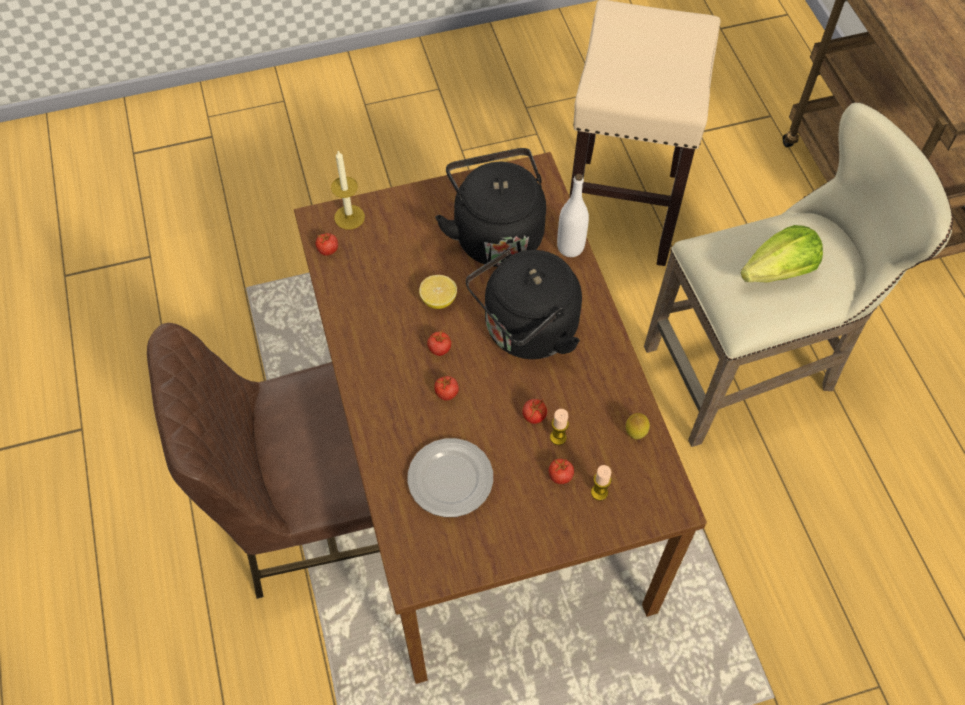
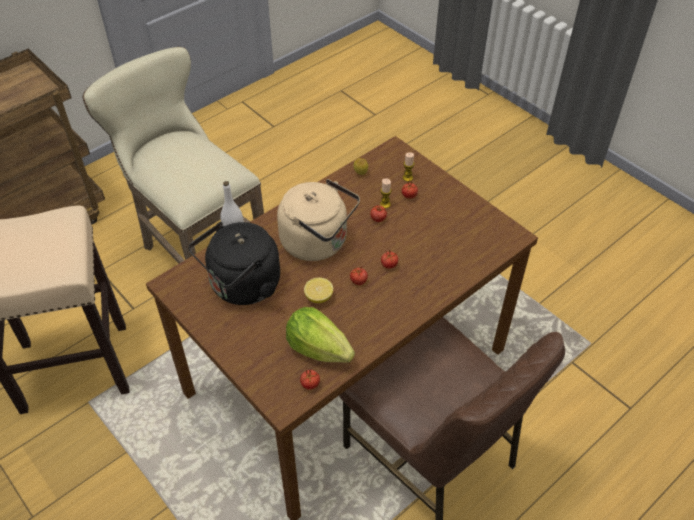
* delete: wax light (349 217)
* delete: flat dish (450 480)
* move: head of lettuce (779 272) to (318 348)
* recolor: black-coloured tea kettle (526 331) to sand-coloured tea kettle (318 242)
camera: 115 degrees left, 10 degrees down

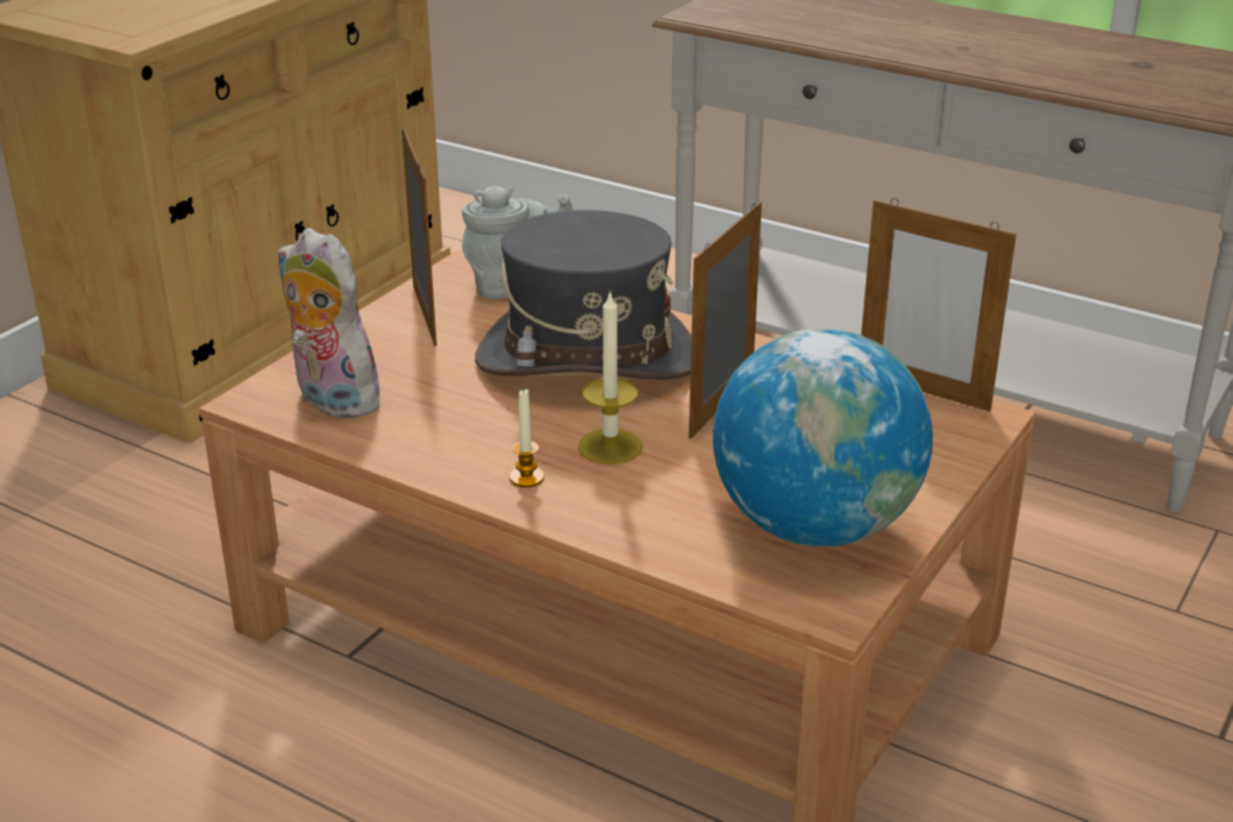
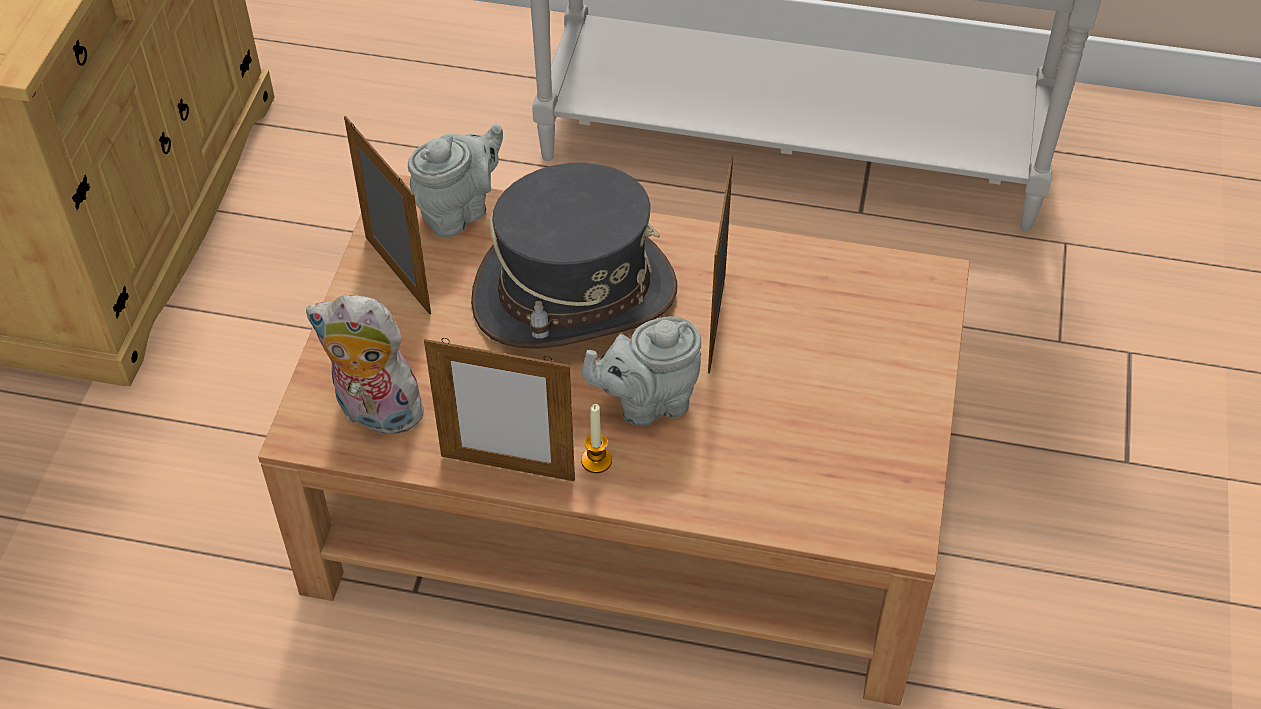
* delete: desk globe (815 526)
* move: picture frame (923 391) to (507 467)
* replace: wax light (610 446) to greyish tea pot (647 402)
camera: 20 degrees left, 20 degrees up

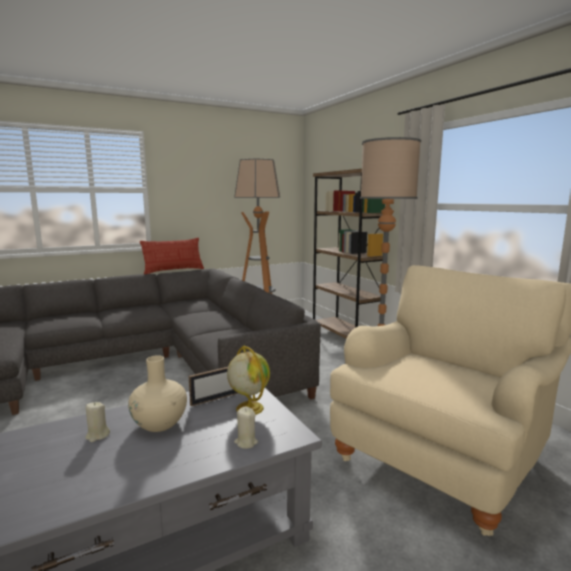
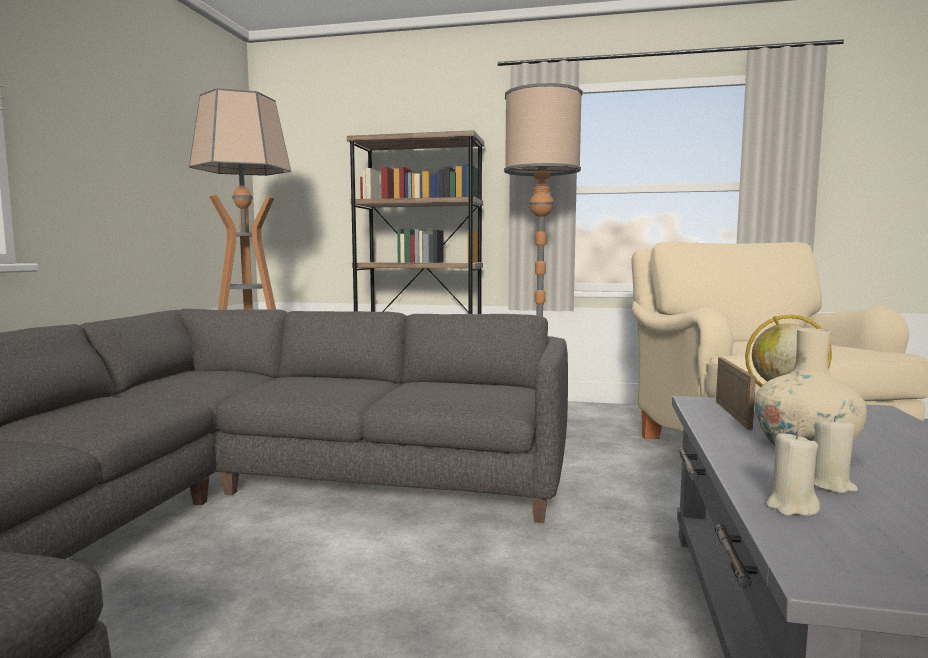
* delete: cushion (173 271)
* move: sand-coloured wax light (246 442) to (791 507)
camera: 50 degrees left, 5 degrees down

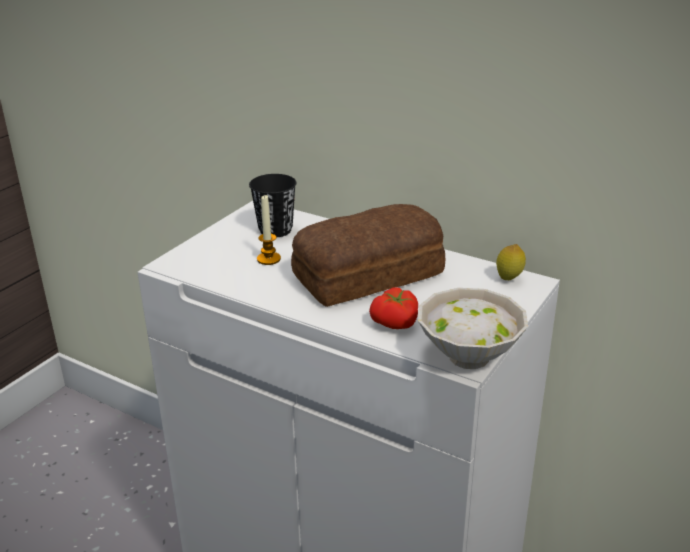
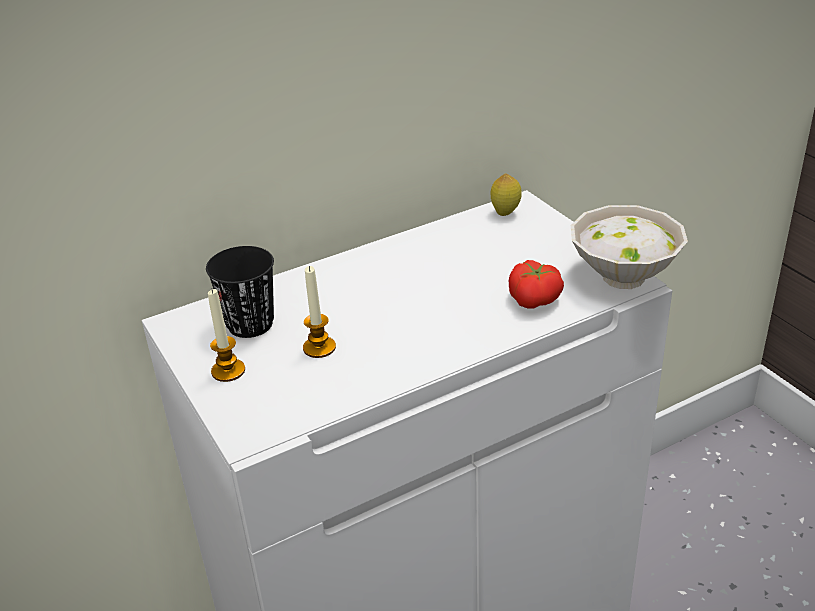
* delete: baked bread (371 275)
* insert: wax light (228 371)
camera: 60 degrees left, 5 degrees up

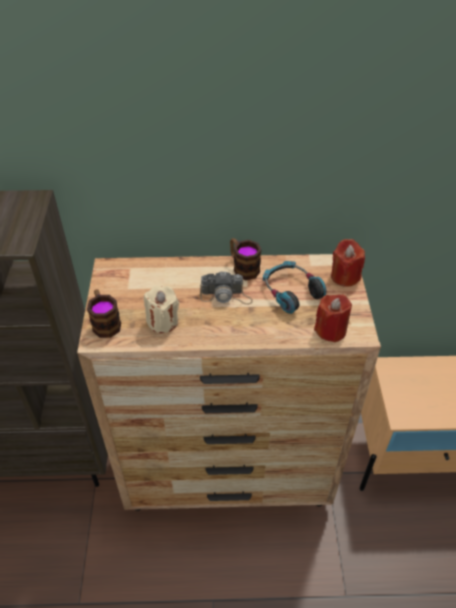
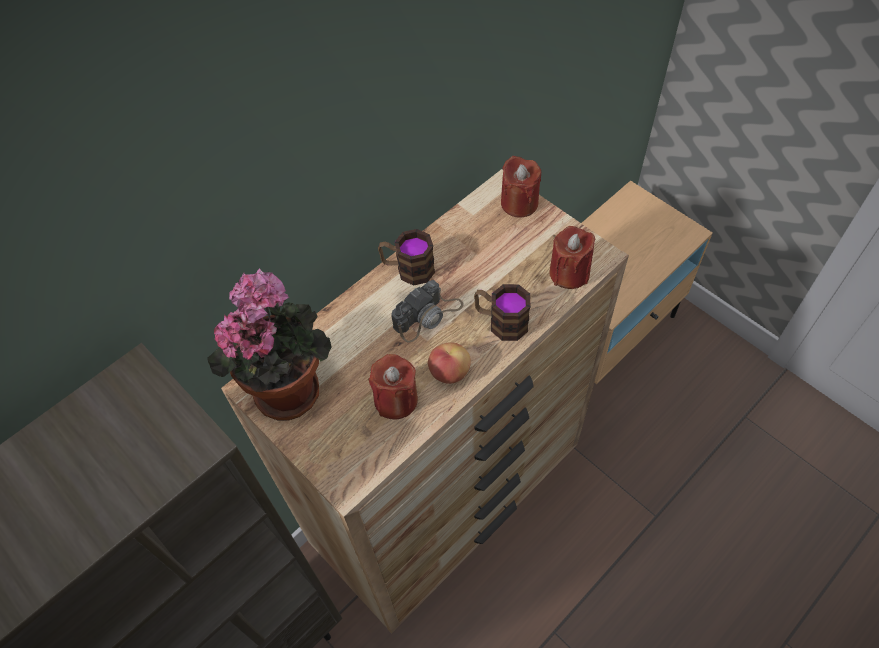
* delete: pair of headphones (291 291)
* insert: plant in a pot (289 386)
* insert: apple fruit (449 372)
* move: mug (105 322) to (501 322)
* recolor: sand-coloured wax light (163 321) to reddish wax light (396 400)
camera: 40 degrees left, 10 degrees up

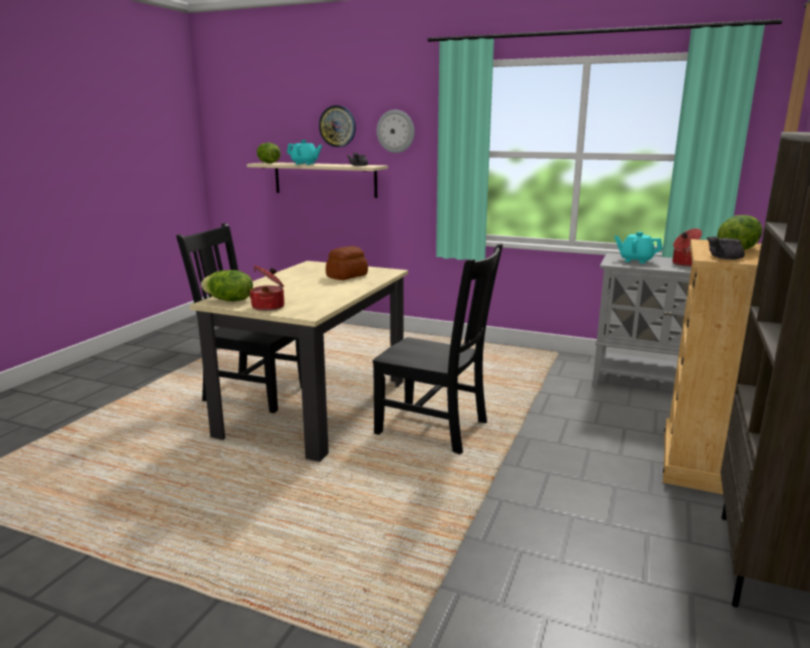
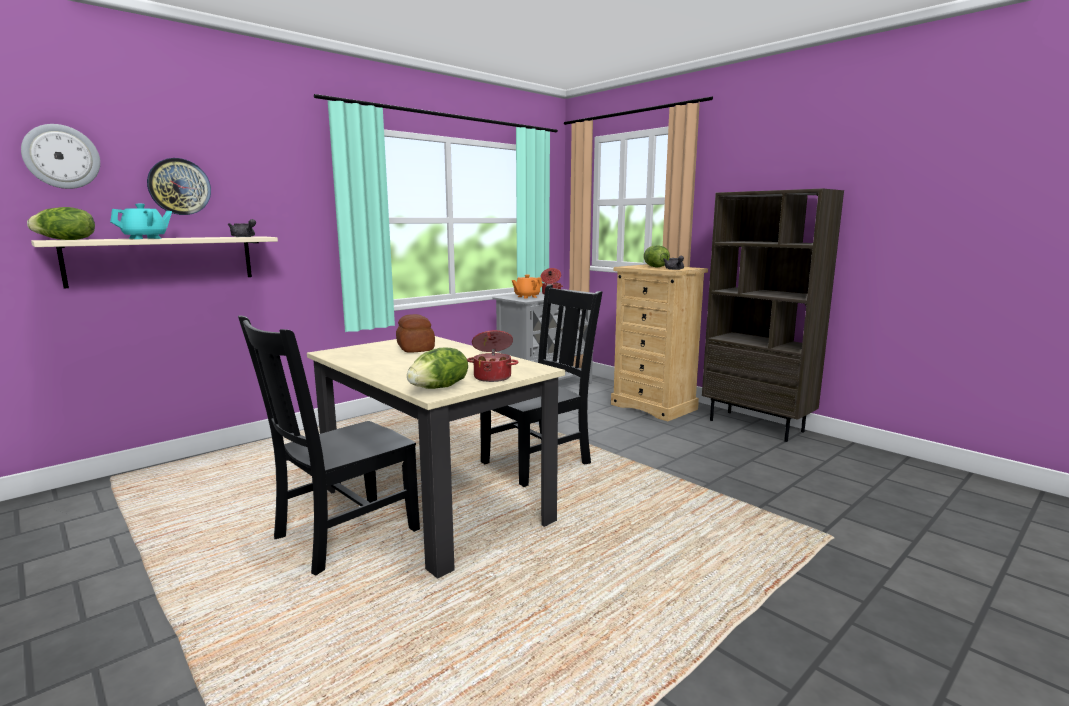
* move: clock on the wall (396 131) to (61 157)
* recolor: turquoise tea pot (636 260) to orange-coloured tea pot (527 297)
camera: 65 degrees left, 5 degrees down

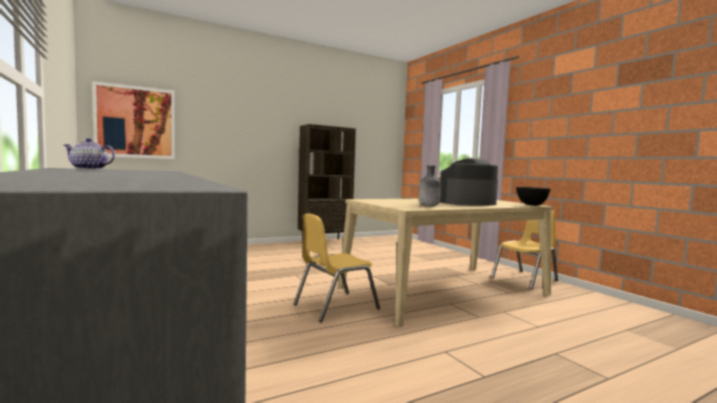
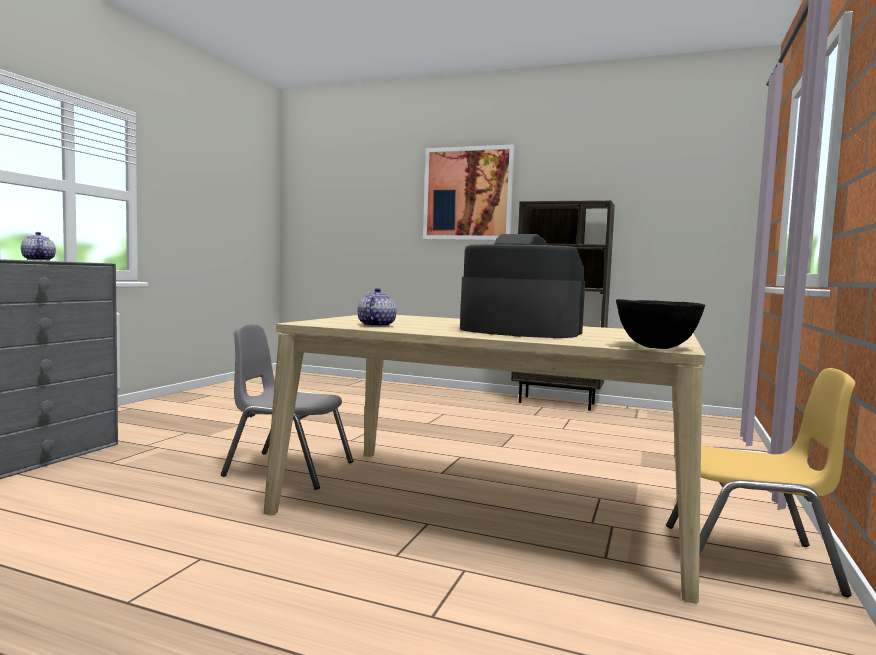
* move: picture (135 122) to (468 193)
* replace: greyish beverage bottle (429 206) to tea pot (376 325)
* recolor: yellow chair (335 306) to greyish chair (288 469)
camera: 50 degrees right, 0 degrees up

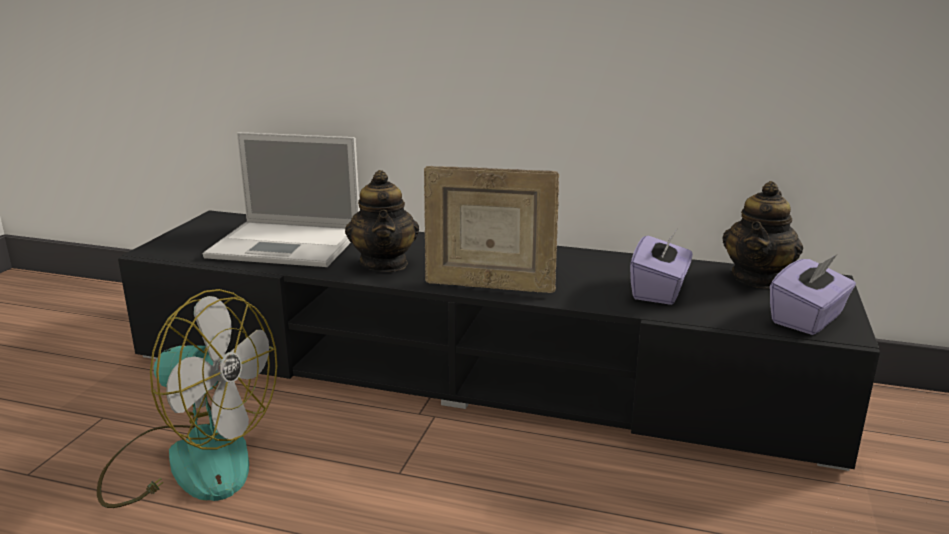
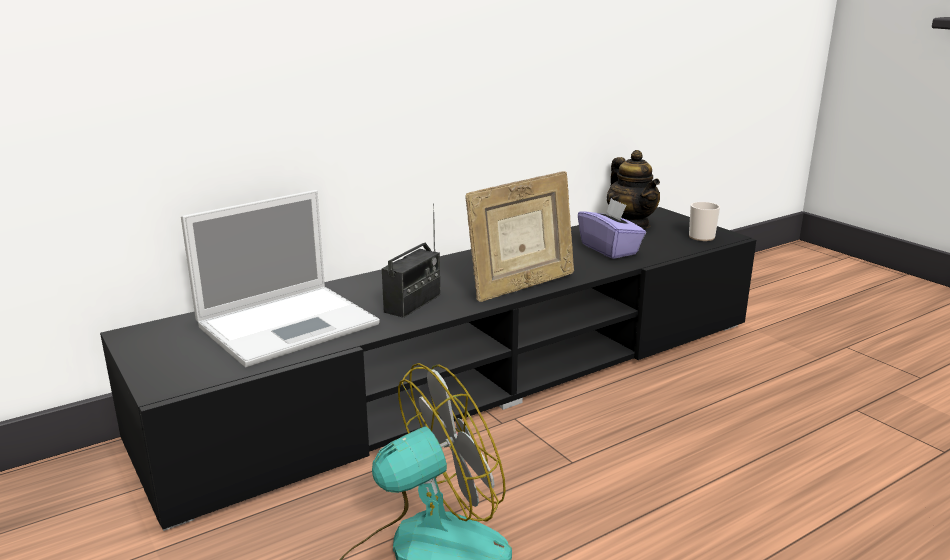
* replace: tea pot (384 263) to radio set (413 303)
* replace: purplish tissue holder (808 319) to mug (700 236)
camera: 50 degrees left, 0 degrees up

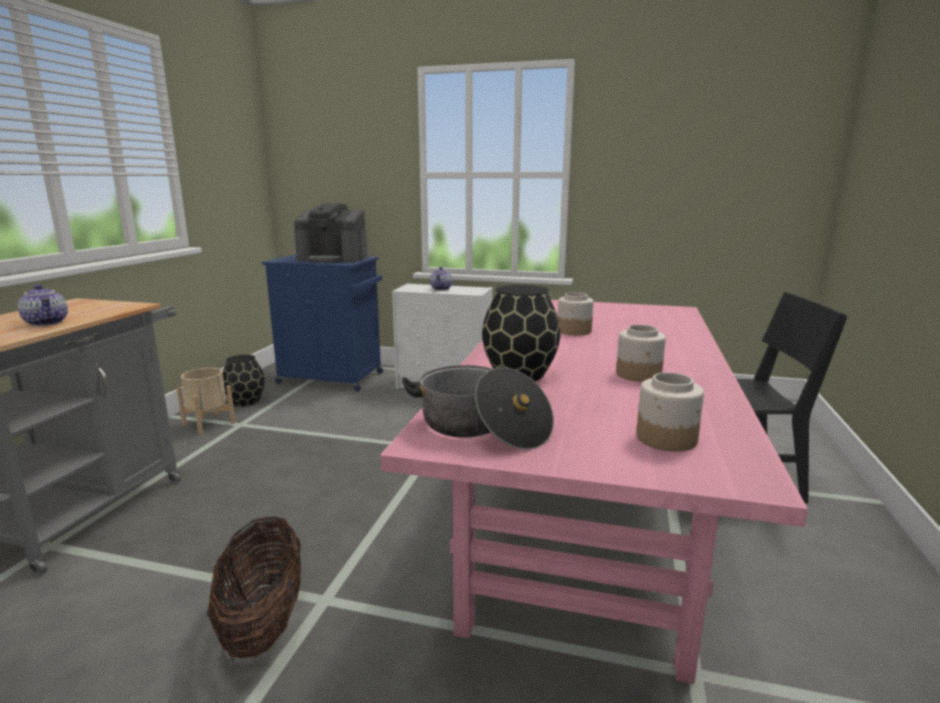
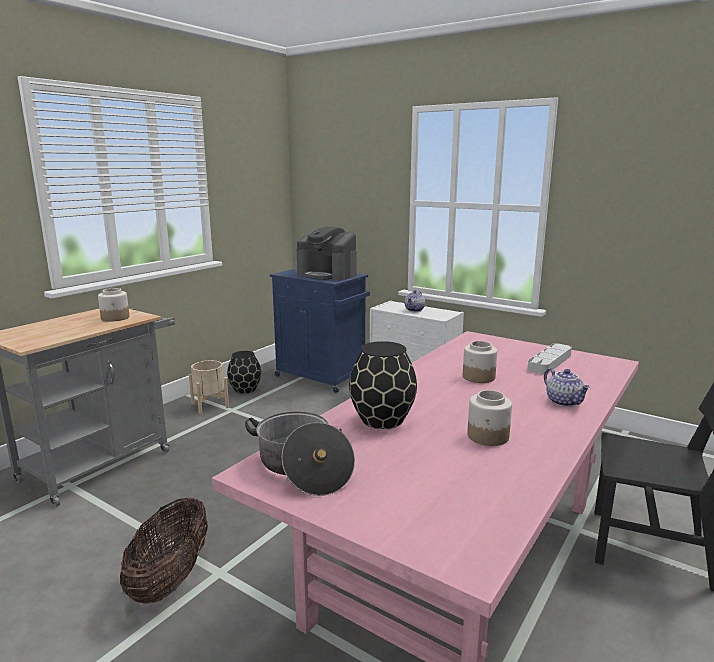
* insert: greyish serving tray (549 362)
* move: tea pot (48 323) to (564 402)
* move: preserve jar (667 438) to (115 318)
camera: 20 degrees right, 0 degrees up

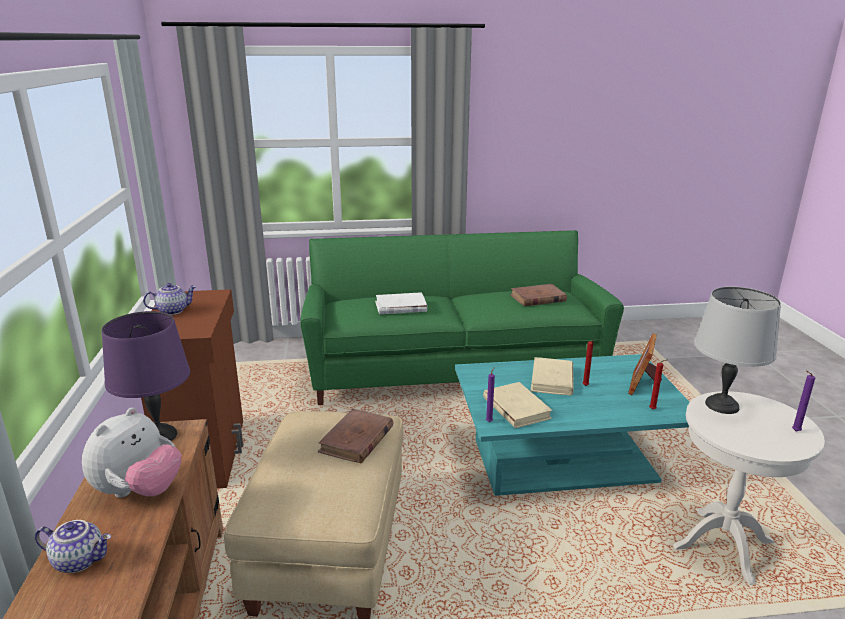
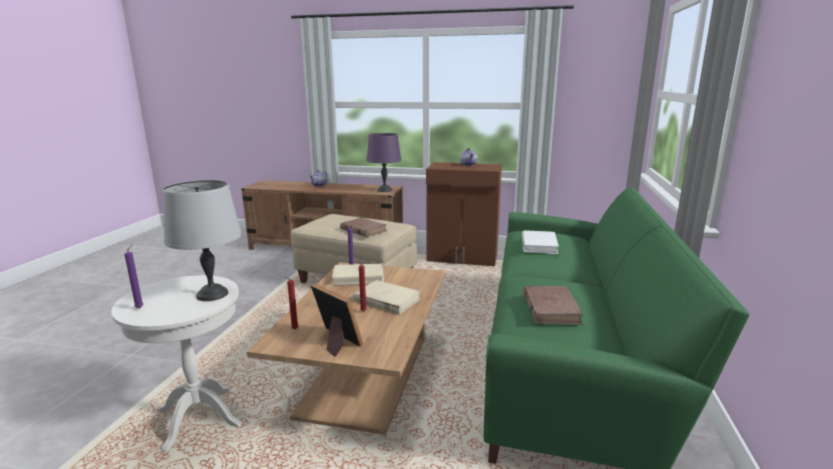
* delete: soft toy (139 491)
* recolor: turquoise low table (563 461) to brownish low table (366 375)
camera: 110 degrees right, 5 degrees down

